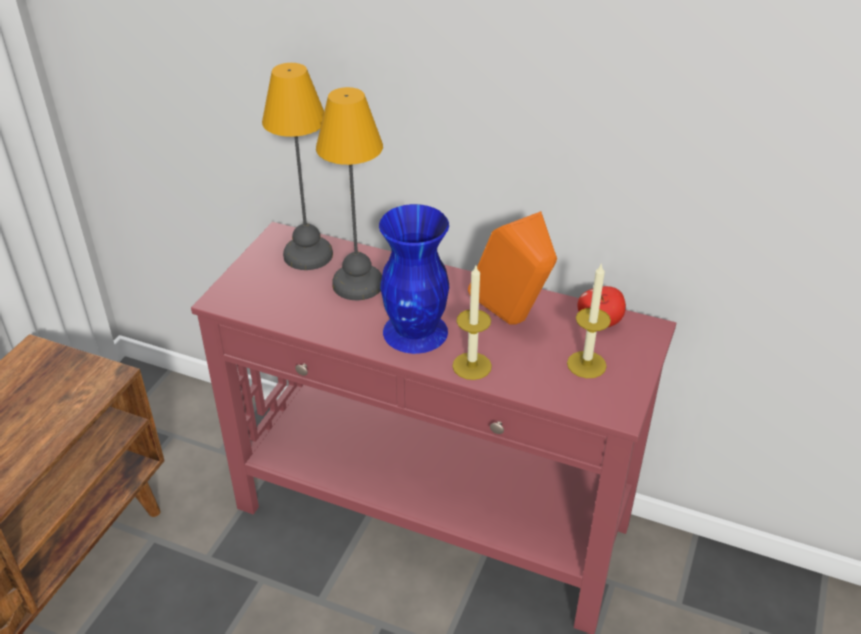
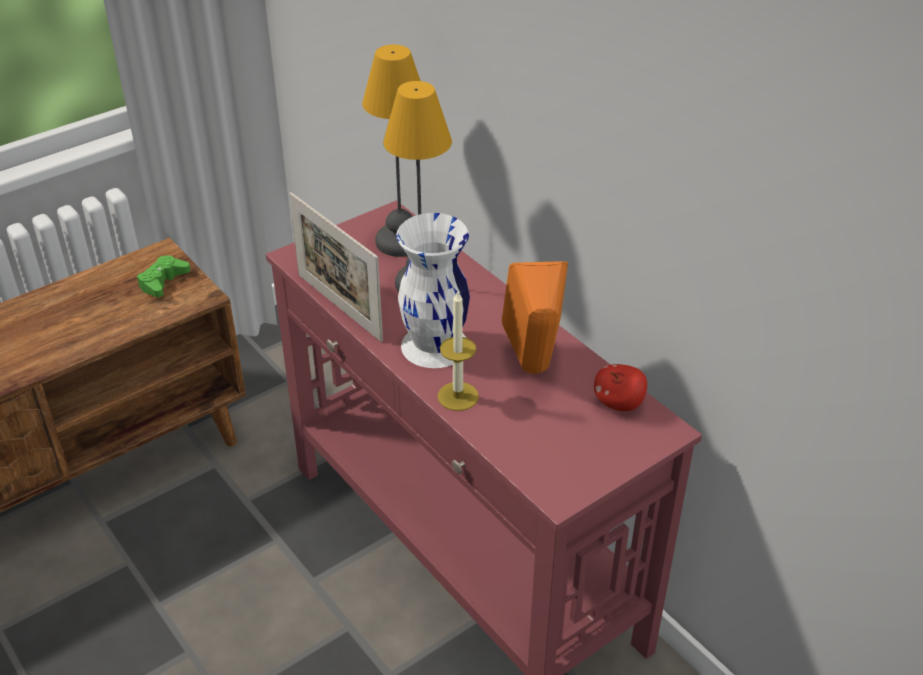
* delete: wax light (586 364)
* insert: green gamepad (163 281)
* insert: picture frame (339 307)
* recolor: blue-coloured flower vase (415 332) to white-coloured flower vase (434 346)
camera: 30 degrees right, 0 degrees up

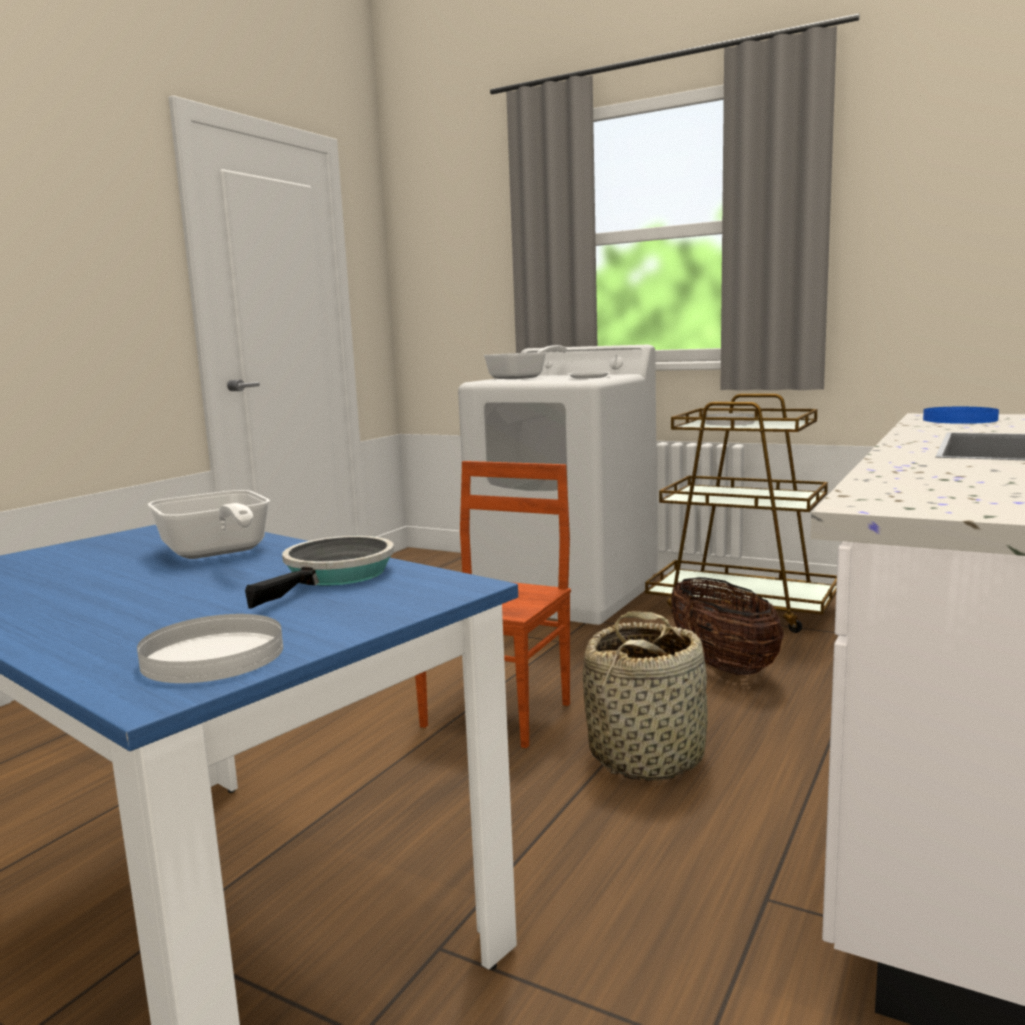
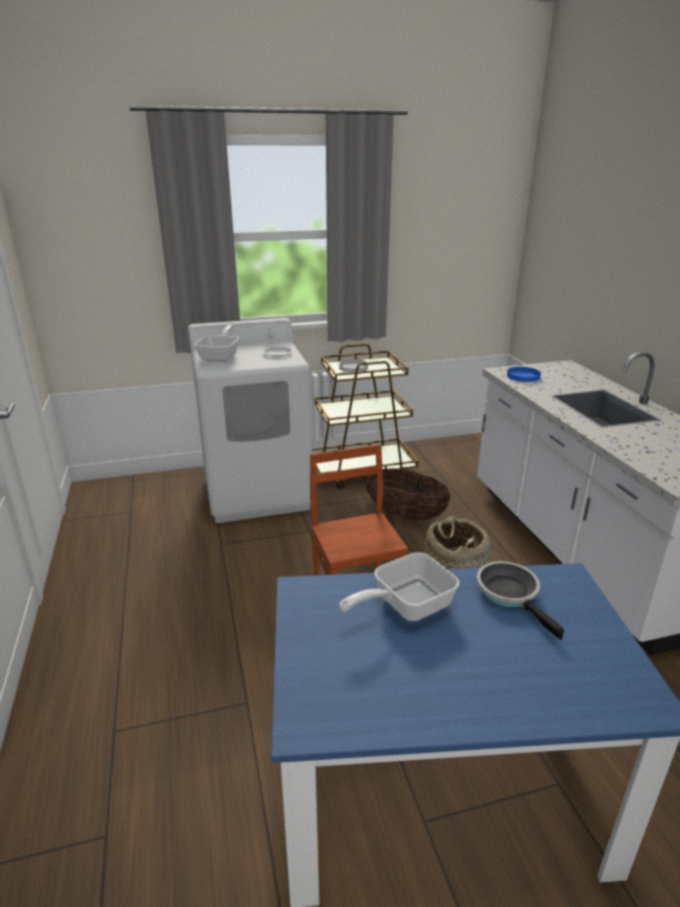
* delete: white-coloured flat dish (212 655)
* rotate: skillet (216 553) = (405 605) 135 degrees clockwise
camera: 45 degrees left, 15 degrees up

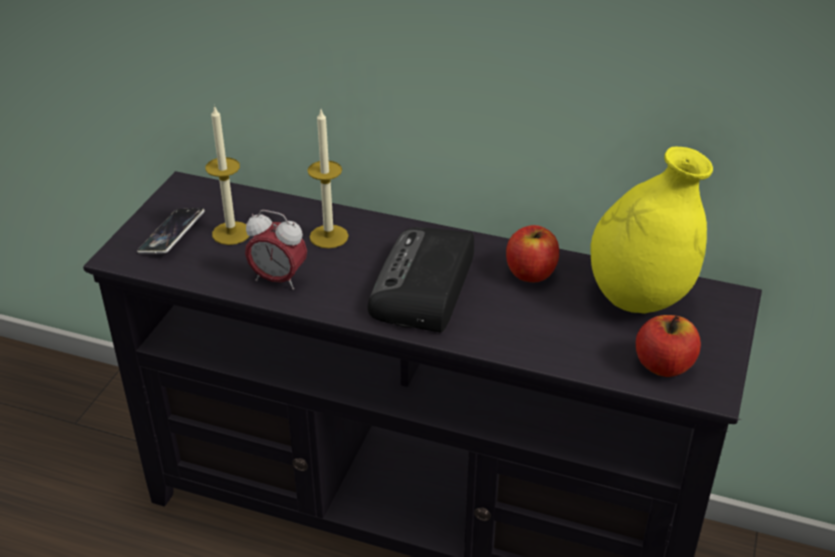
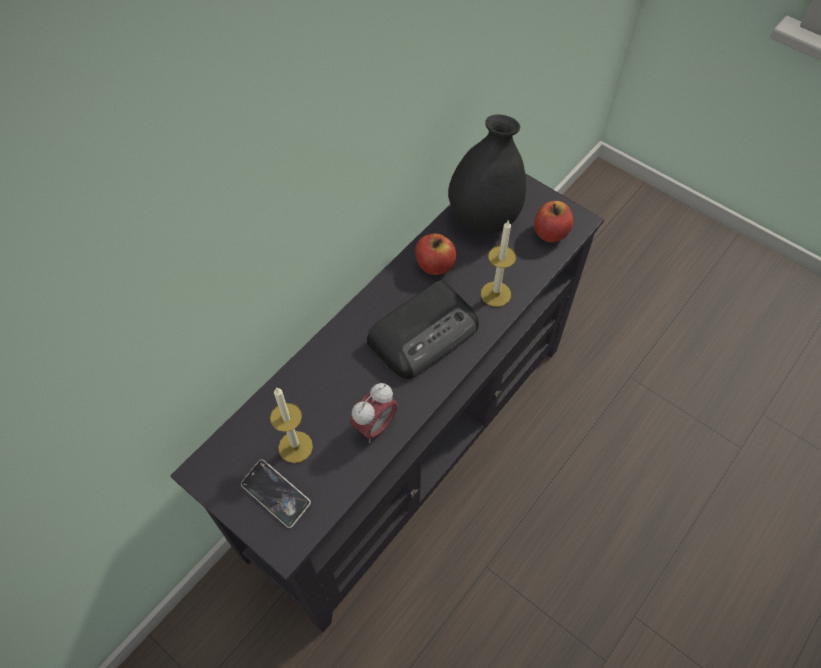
* move: wax light (329 236) to (495 294)
* recolor: yellow flower vase (639 298) to black-coloured flower vase (484 218)
* rotate: radio set (424 288) = (425 333) 75 degrees counterclockwise
camera: 70 degrees left, 20 degrees up

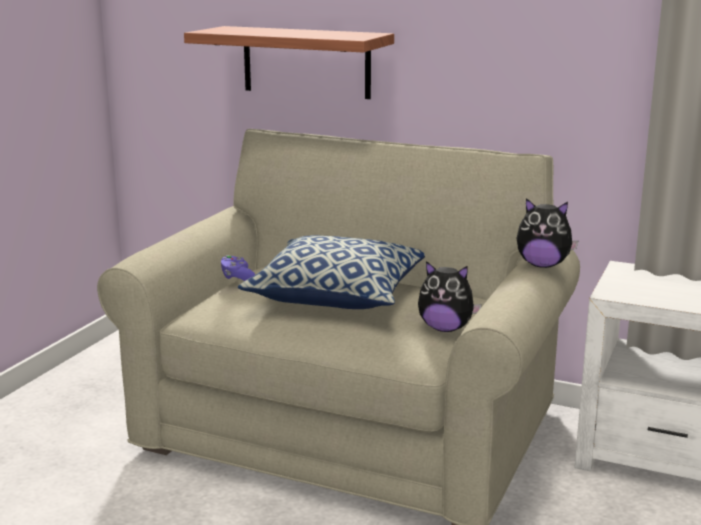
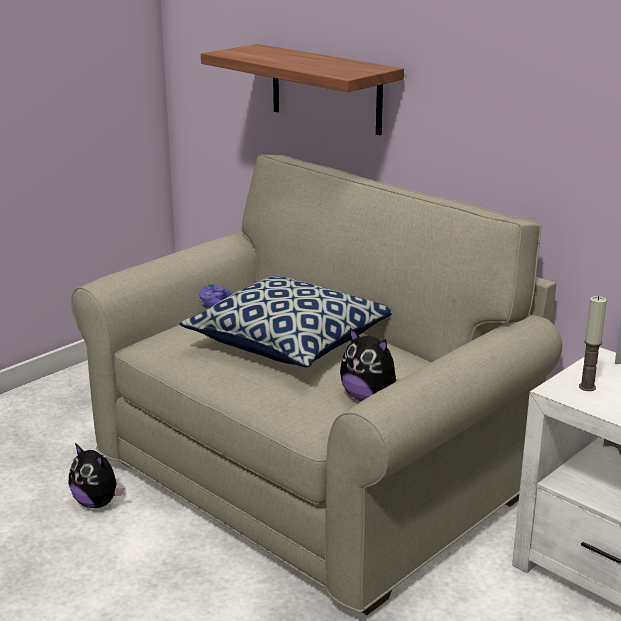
* insert: wax light (587 387)
* move: soft toy (543 265) to (97 503)
camera: 20 degrees right, 5 degrees up

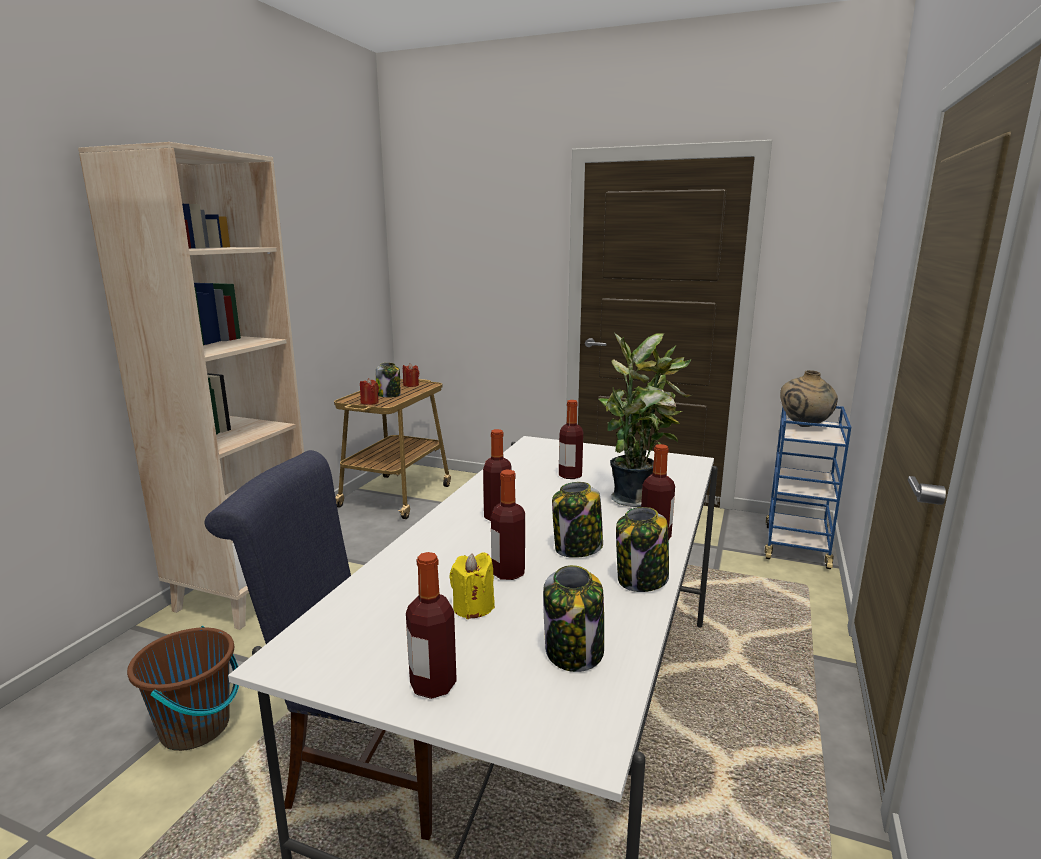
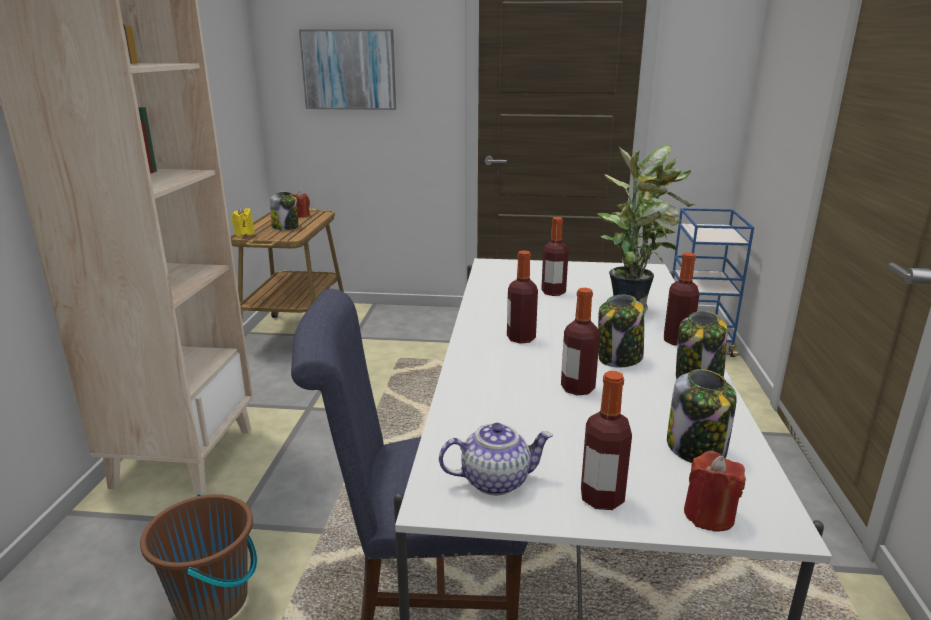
* delete: sand-coloured flower vase (804 426)
* insert: picture (349 70)
* insert: tea pot (495 480)
* move: reddish wax light (369 402) to (709 515)
* move: yellow wax light (473 607) to (244 234)
camera: 15 degrees left, 5 degrees up

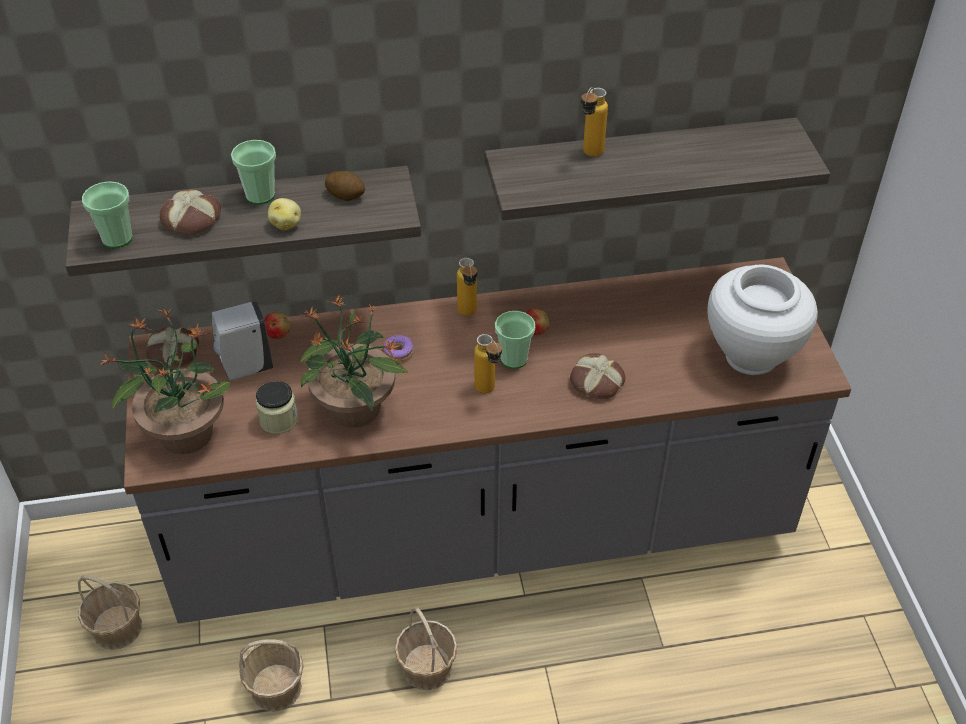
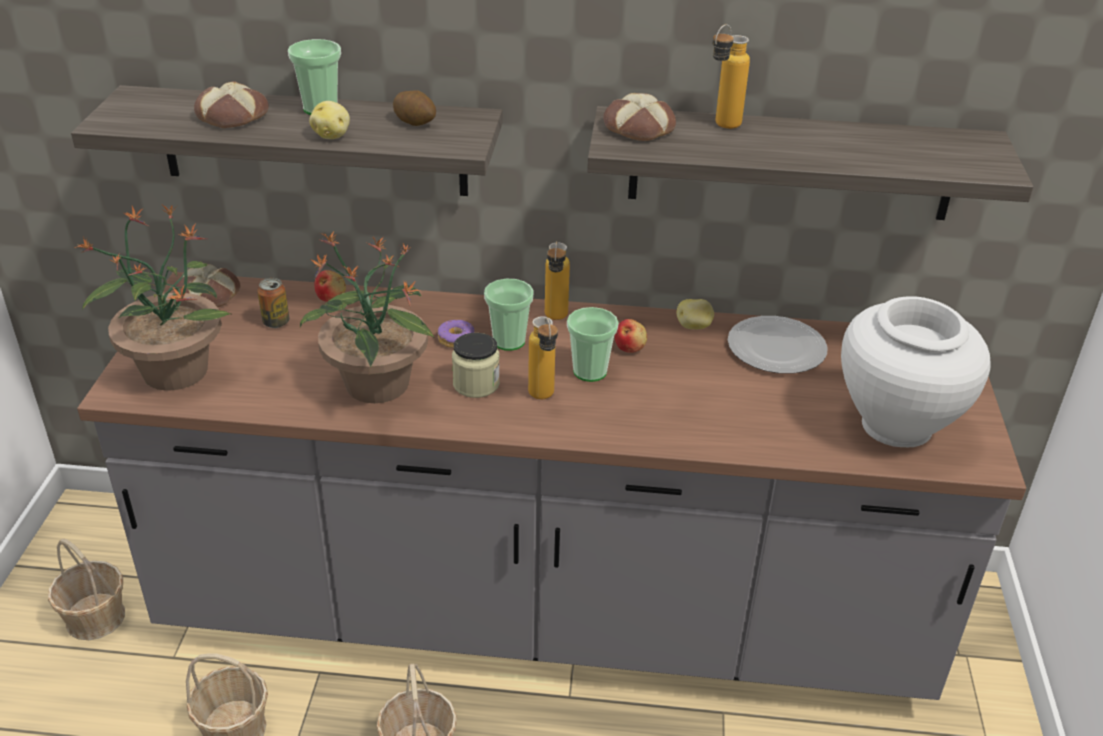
* insert: potato (694 326)
* insert: flat dish (775 349)
* move: cup (117 238) to (509 341)
* move: preserve jar (279 420) to (476 384)
* move: baked bread (596 382) to (637 128)
* replace: white-coloured soap dispenser (244 368) to can (276 322)
camera: 15 degrees right, 10 degrees down

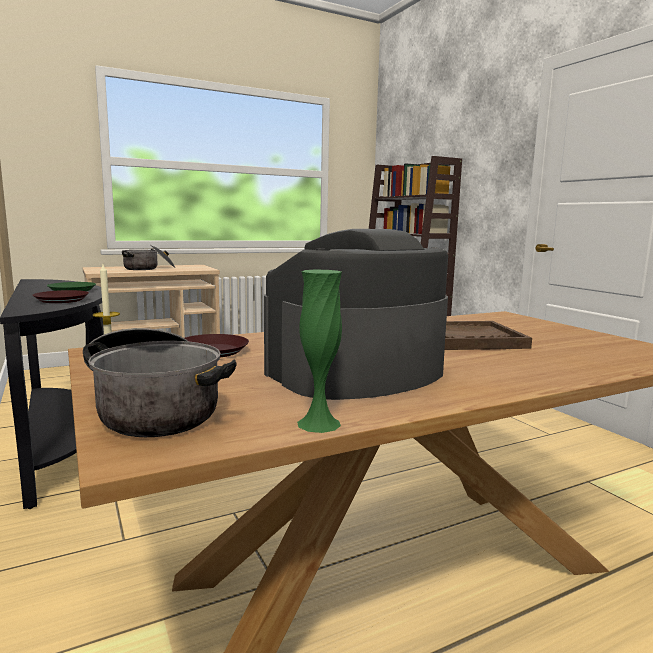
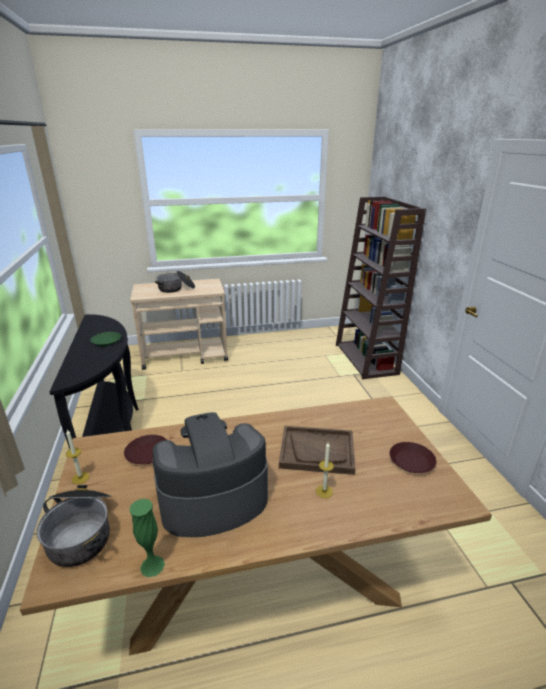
* insert: wax light (324 491)
* move: brownish flat dish (61 300) to (411 461)
camera: 15 degrees right, 15 degrees up

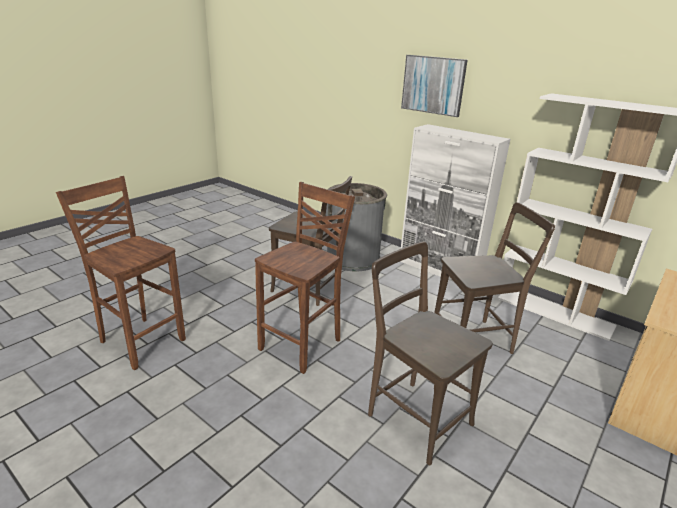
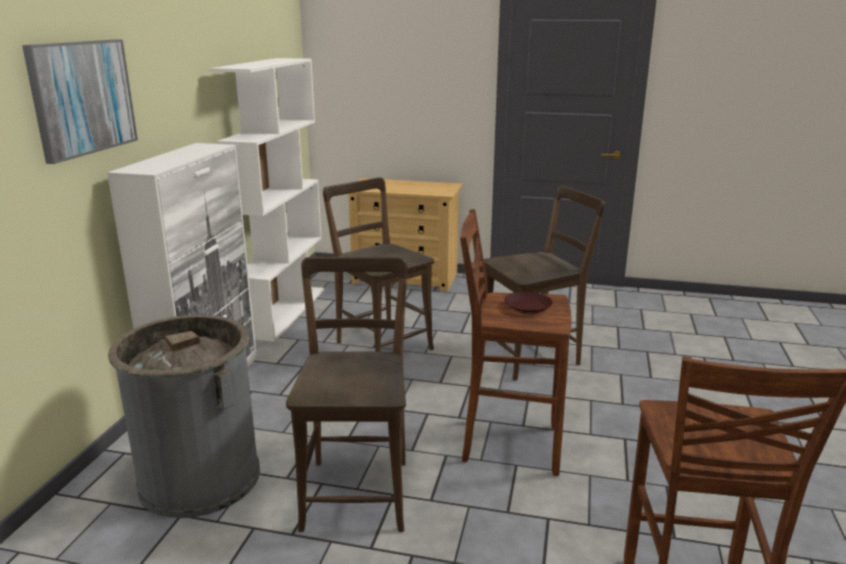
* insert: brownish flat dish (527 307)
* rotate: brownish chair (415 416) = (534 356) 135 degrees counterclockwise
camera: 115 degrees left, 5 degrees down

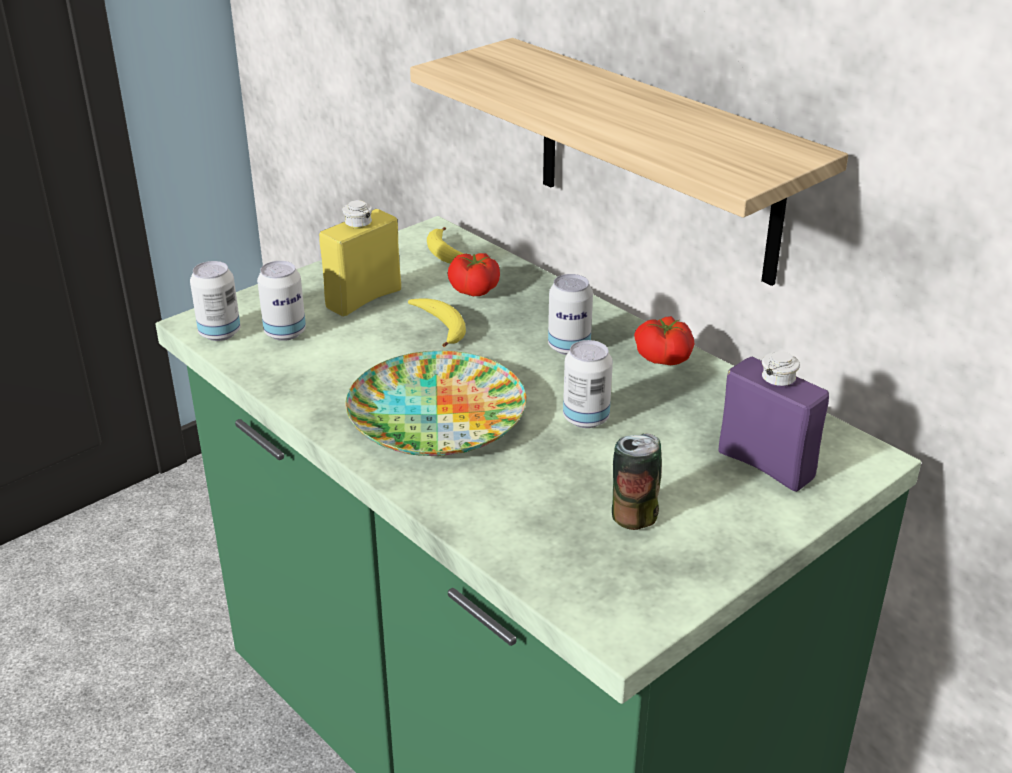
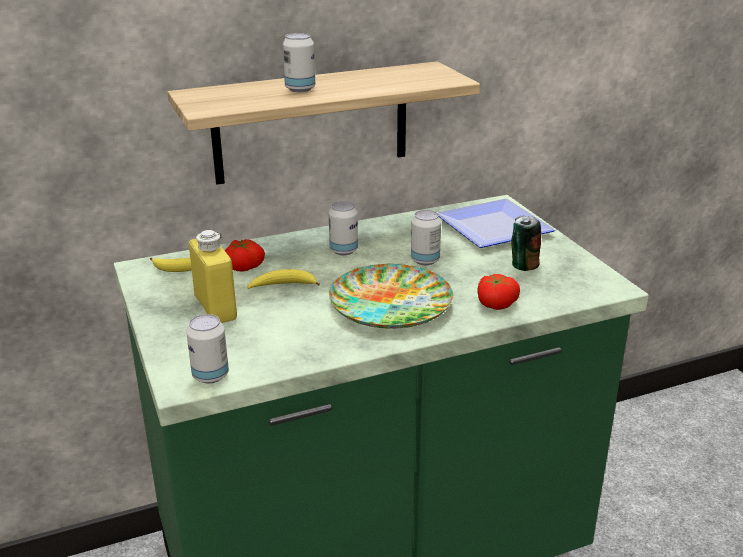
* move: can (285 333) to (300 89)
* move: tomato (664 357) to (495 303)
* replace: purplish beverage bottle (765 465) to flat dish (494 226)
camera: 70 degrees left, 5 degrees down

